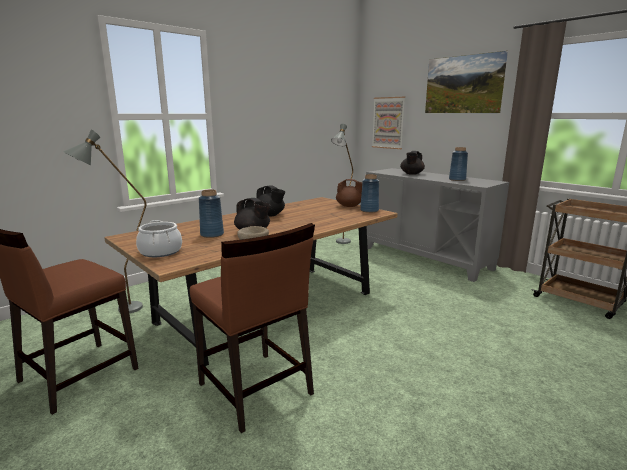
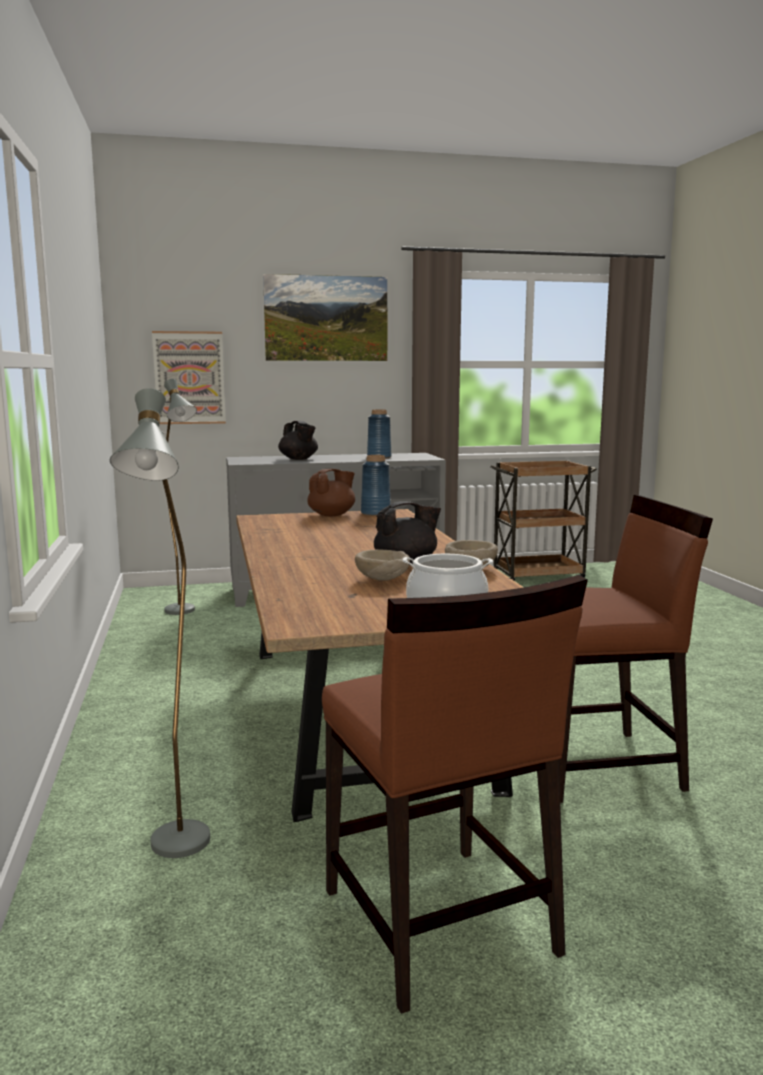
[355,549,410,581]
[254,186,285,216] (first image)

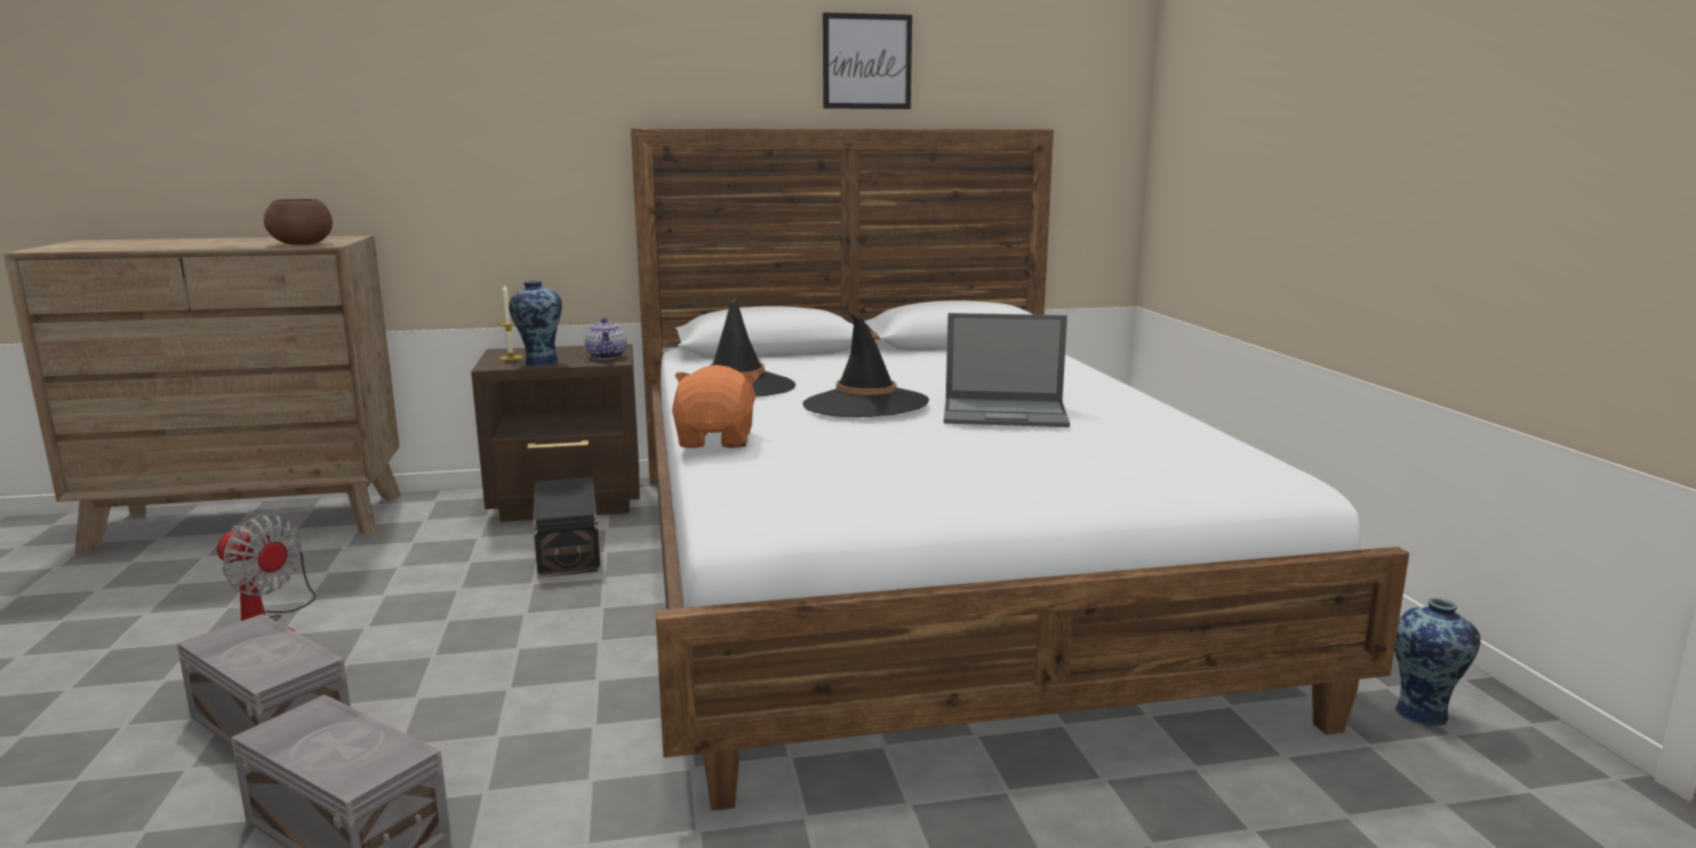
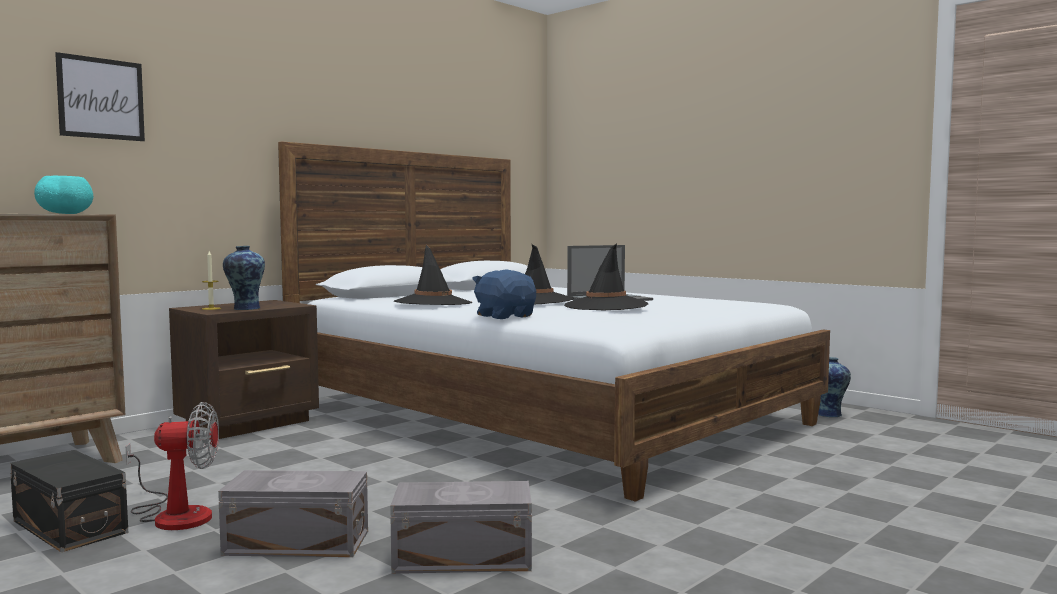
[34,176,93,214]
[10,450,128,552]
[585,317,627,359] (first image)
[472,269,536,319]
[55,52,145,141]
[564,244,649,310]

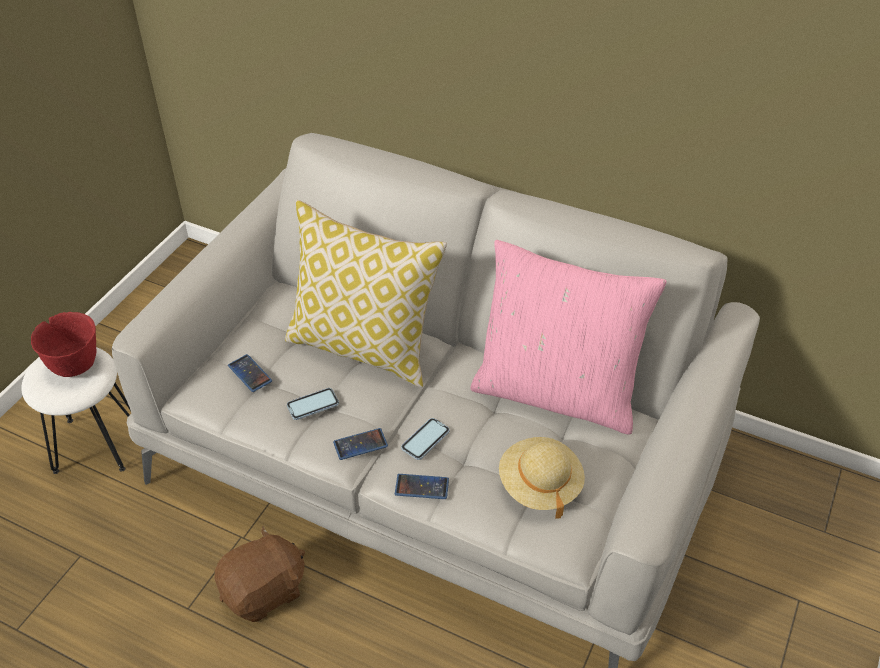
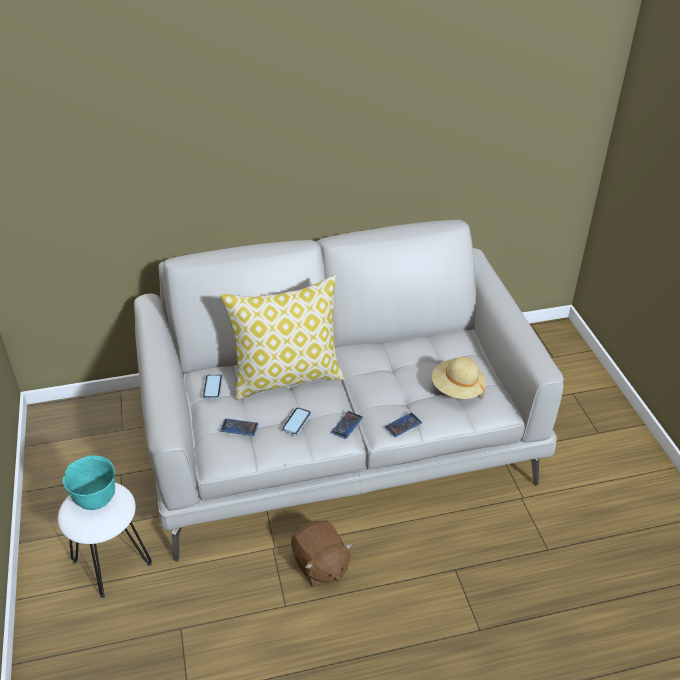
[63,455,115,510]
[291,520,353,586]
[203,374,222,399]
[470,240,667,434] (first image)

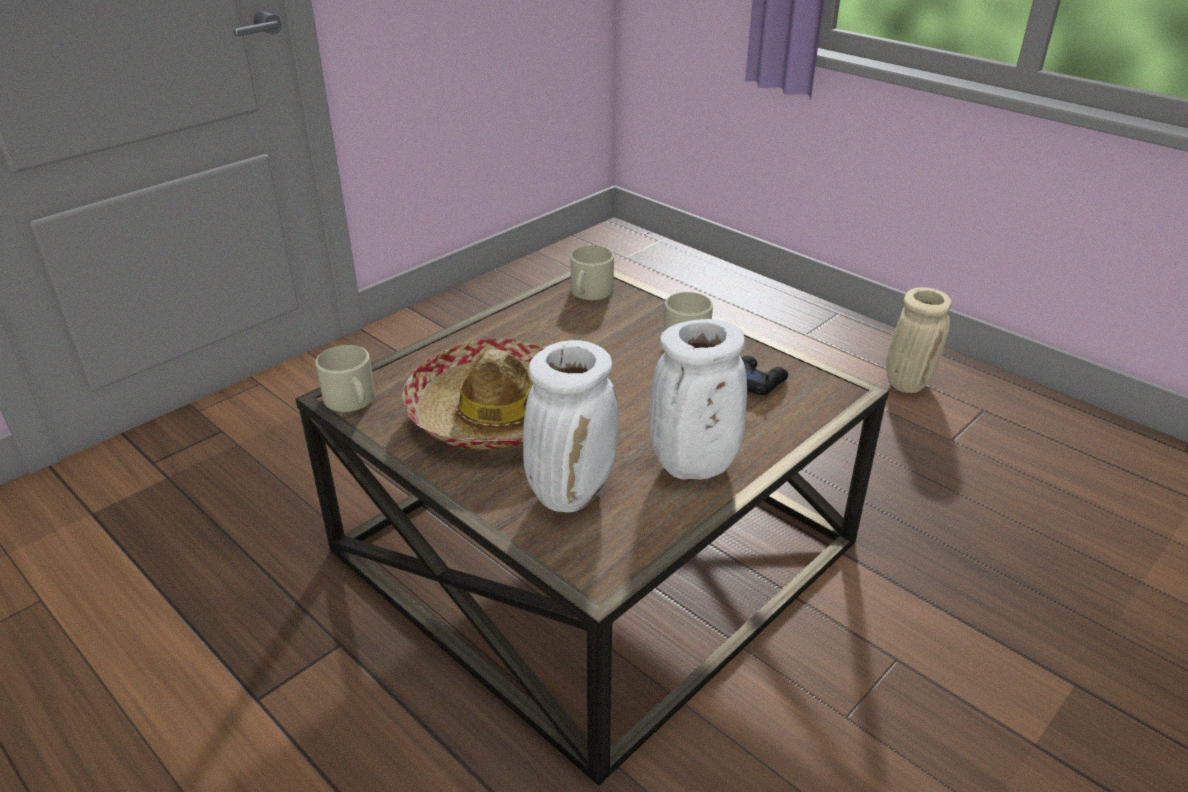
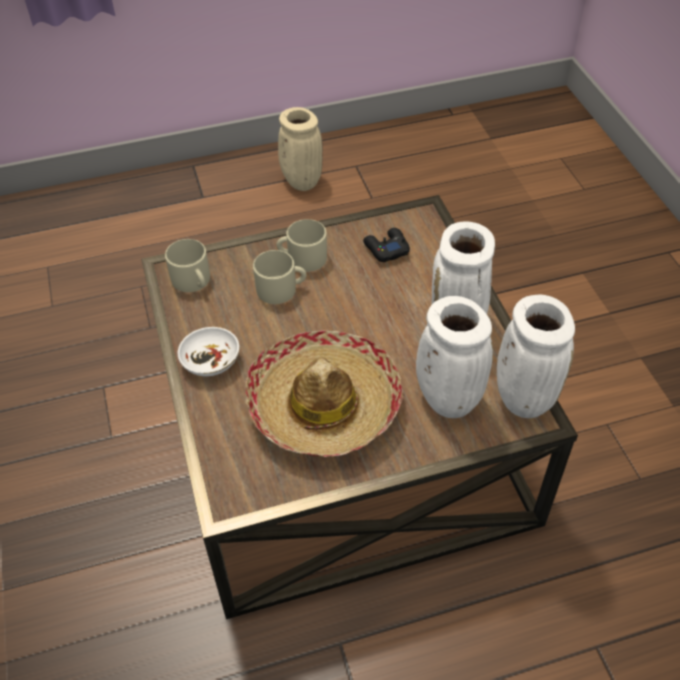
[253,250,307,304]
[177,327,240,376]
[497,294,575,418]

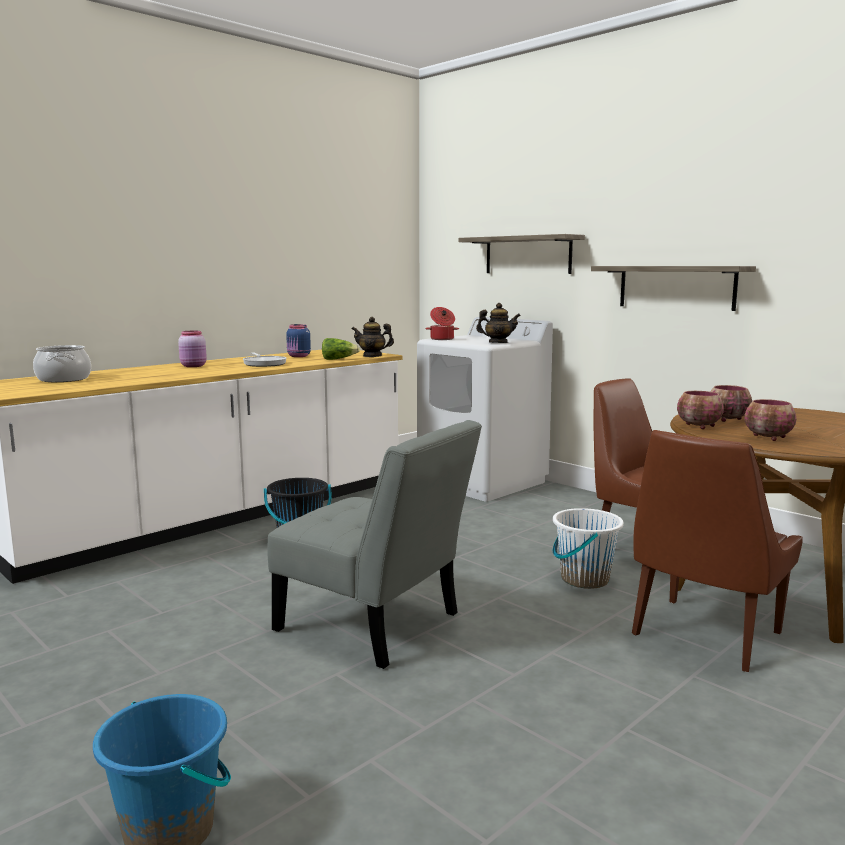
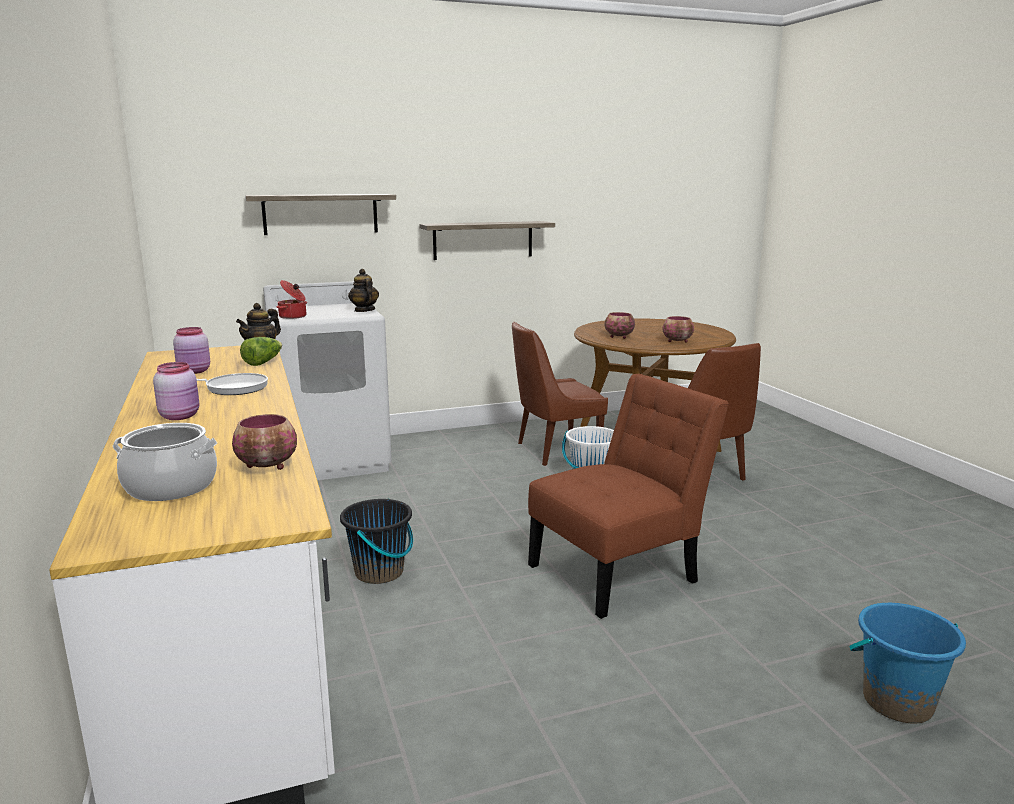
[528,374,729,619]
[173,327,210,374]
[348,269,379,312]
[232,414,297,470]

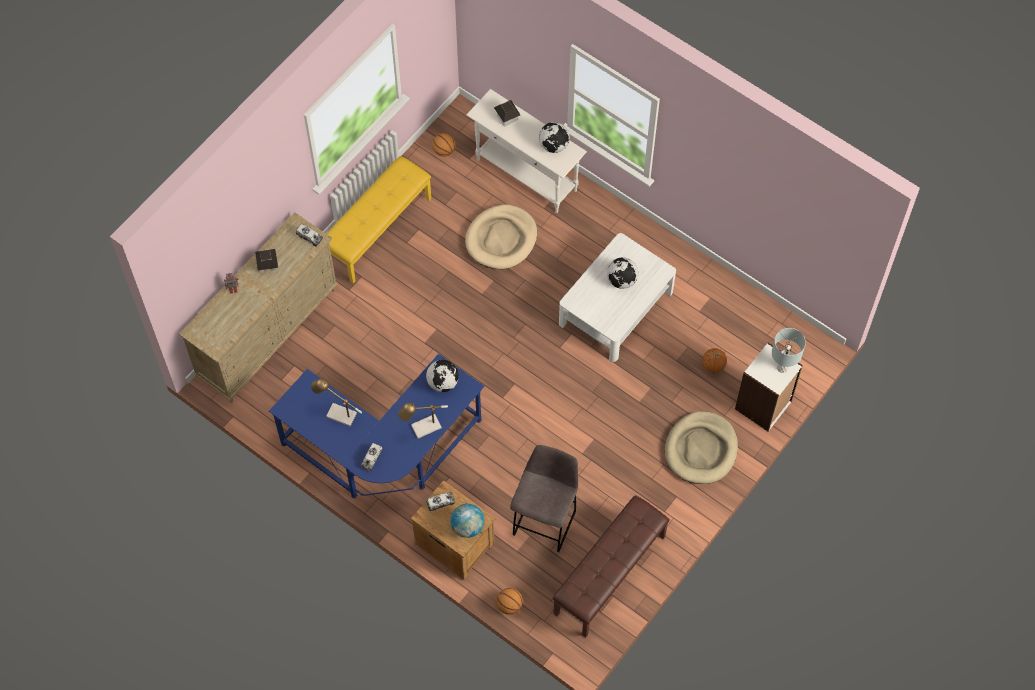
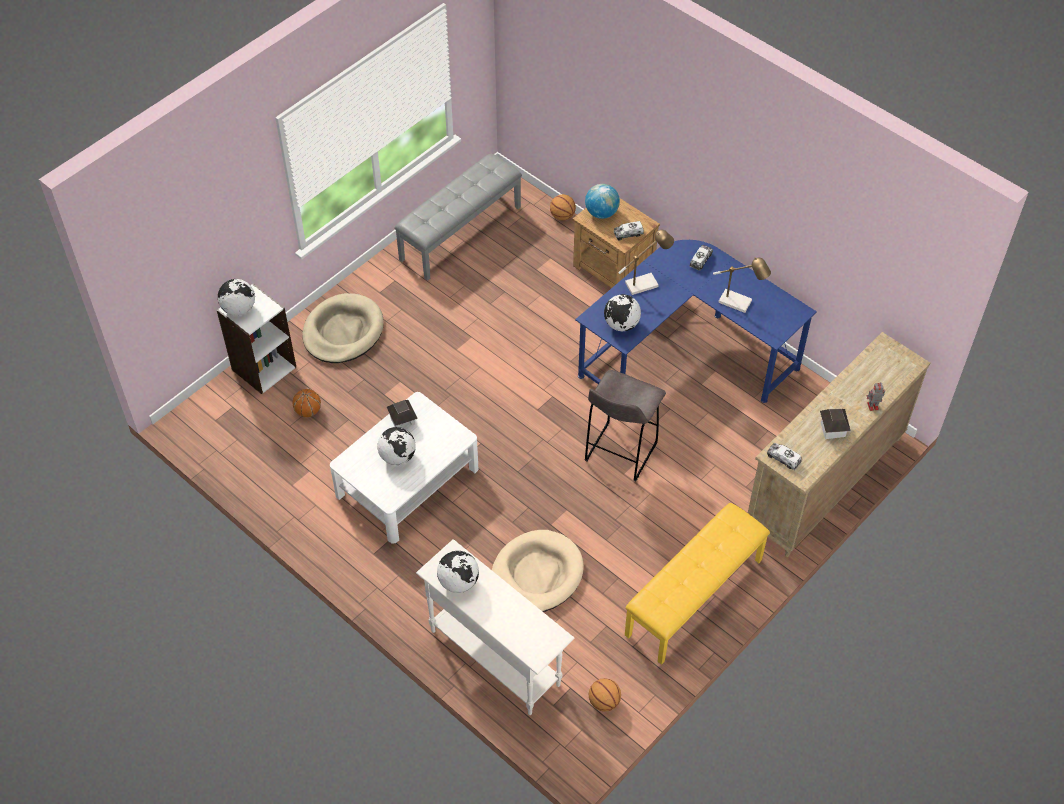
[387,400,418,428]
[585,370,666,482]
[394,154,522,281]
[218,279,255,316]

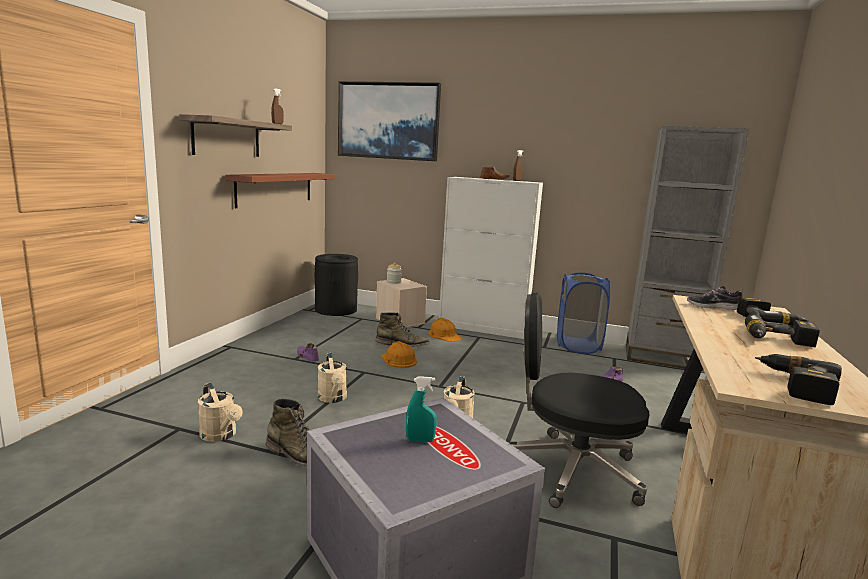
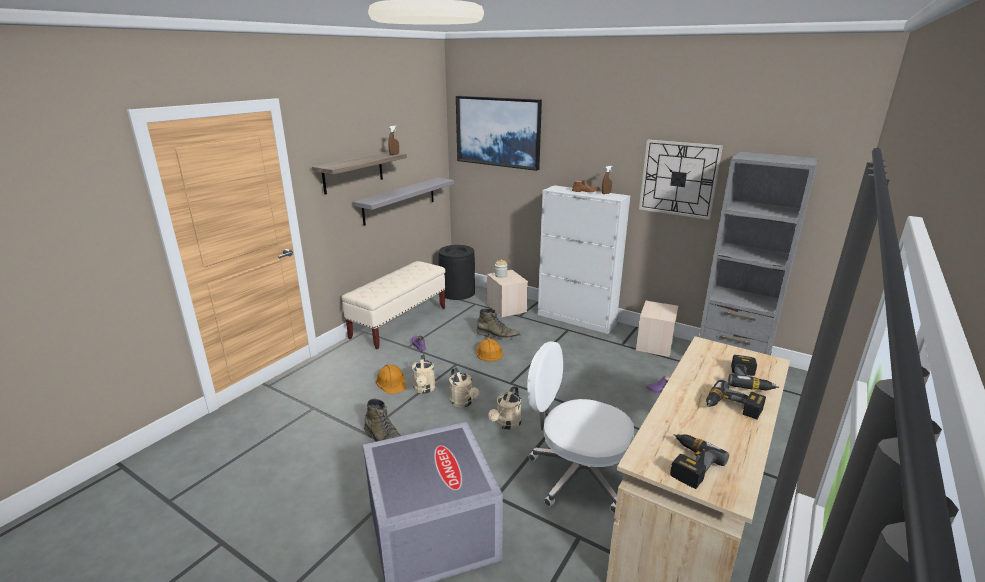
[449,367,479,407]
[354,178,454,226]
[406,376,437,442] (first image)
[375,364,406,394]
[527,341,634,513]
[636,301,678,357]
[687,286,743,310] (first image)
[341,261,445,349]
[639,140,723,220]

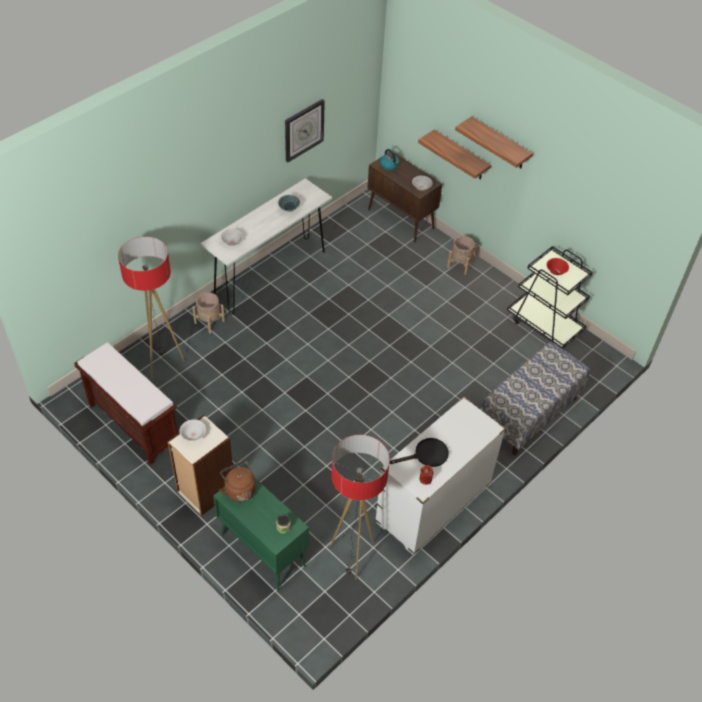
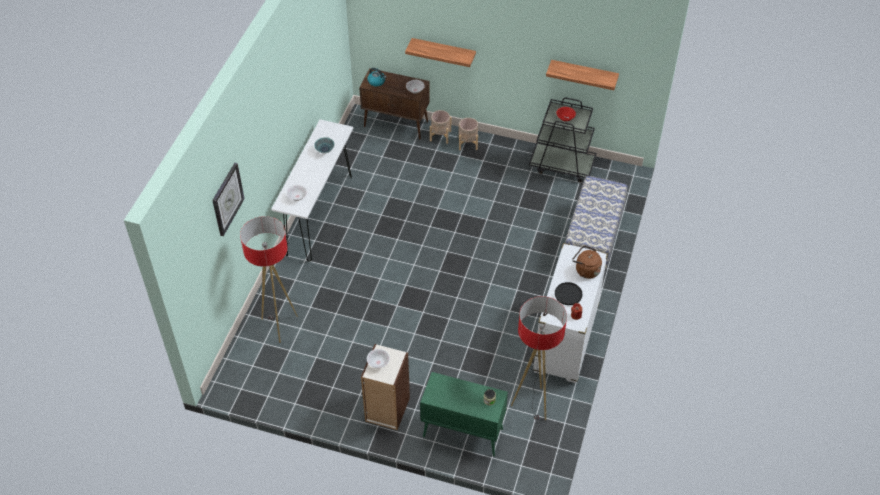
[74,342,178,465] (first image)
[430,110,451,144]
[572,245,602,279]
[212,163,245,236]
[546,60,619,90]

